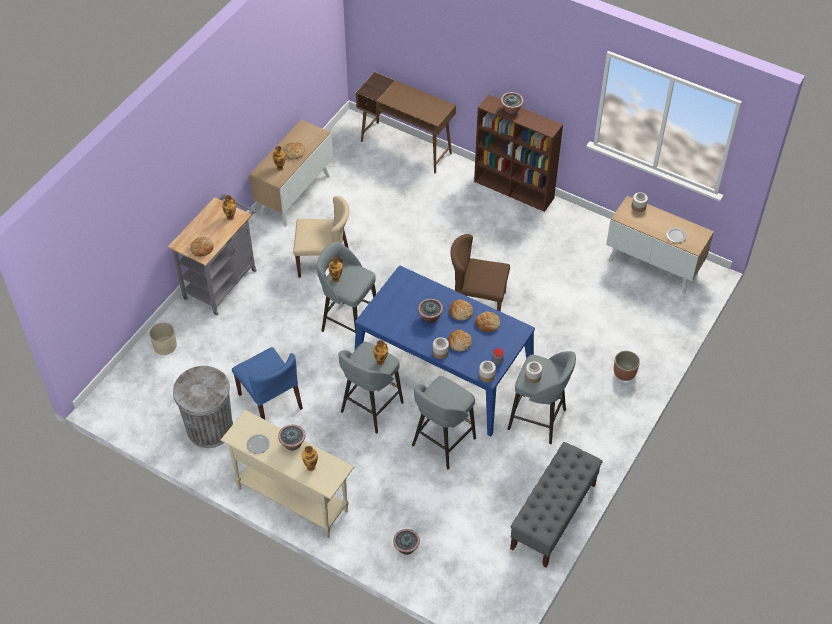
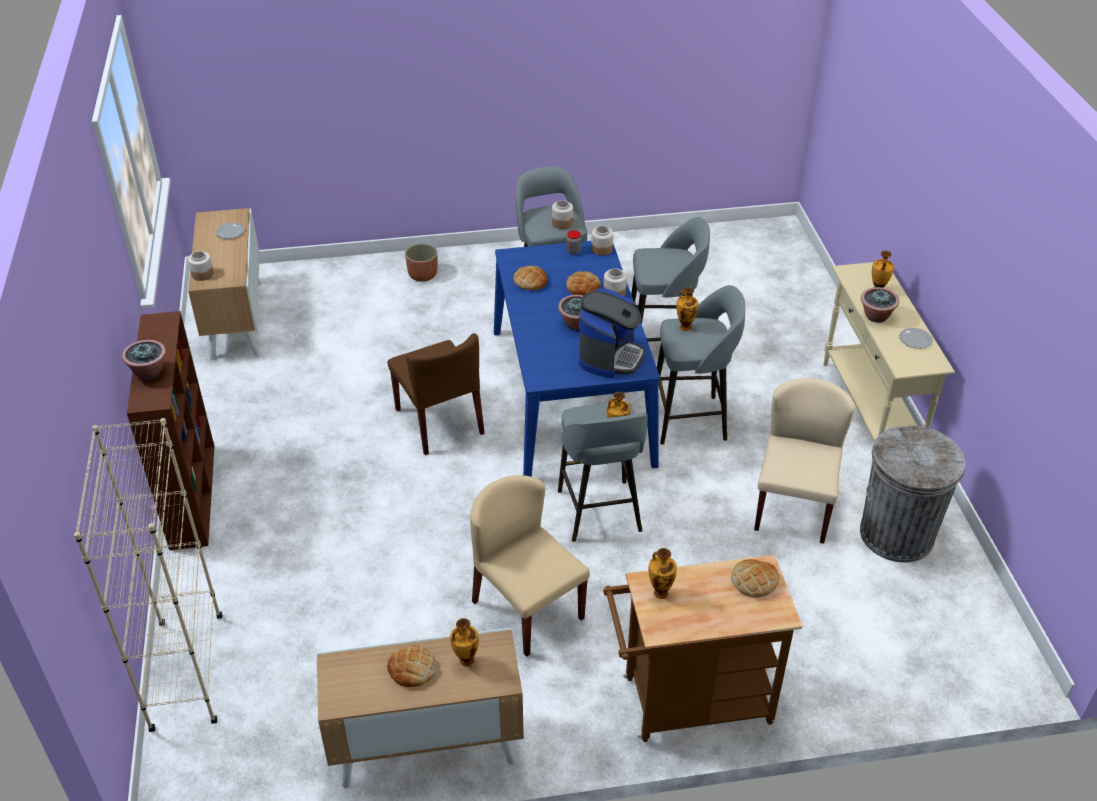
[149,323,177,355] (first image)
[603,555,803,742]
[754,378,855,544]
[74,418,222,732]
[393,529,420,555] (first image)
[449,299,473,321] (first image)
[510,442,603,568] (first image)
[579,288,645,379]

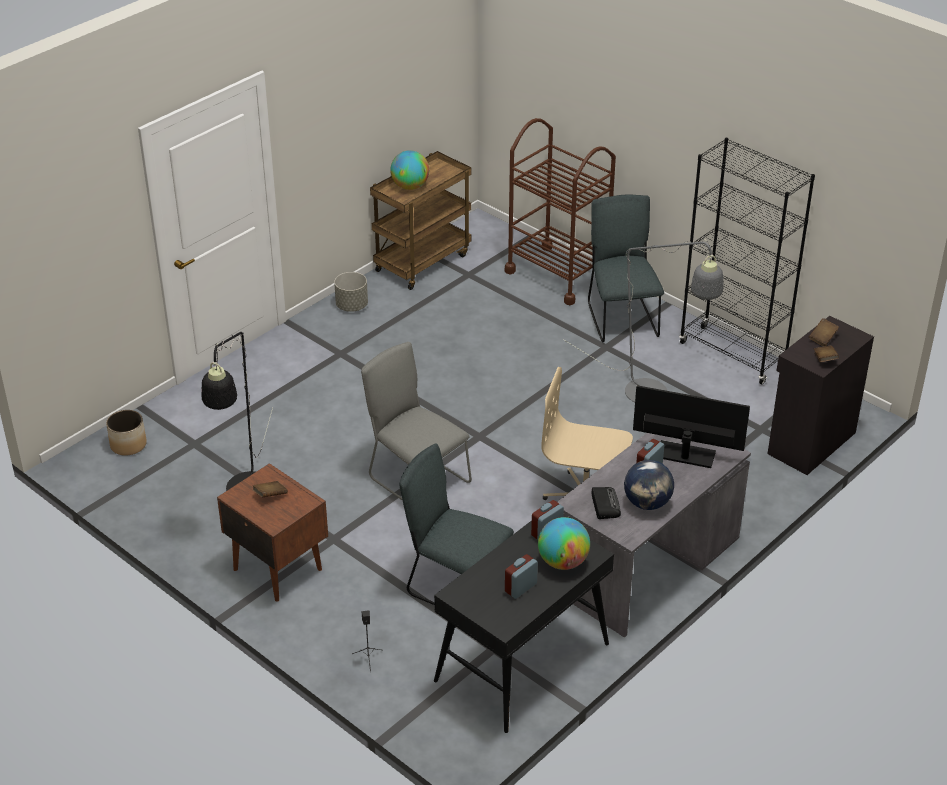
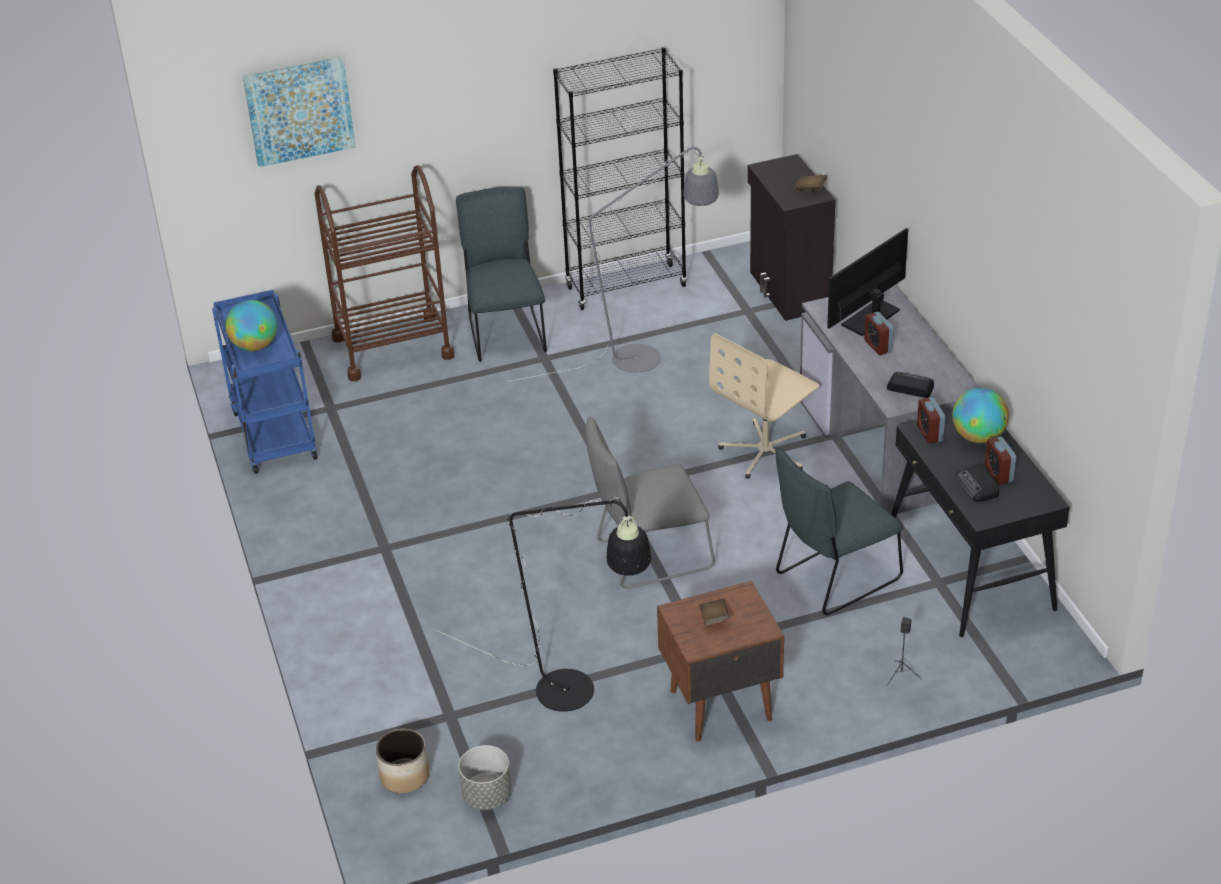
[458,745,512,810]
[212,290,318,474]
[456,187,547,362]
[624,460,674,510] (first image)
[809,318,839,347] (first image)
[243,56,356,167]
[955,464,999,502]

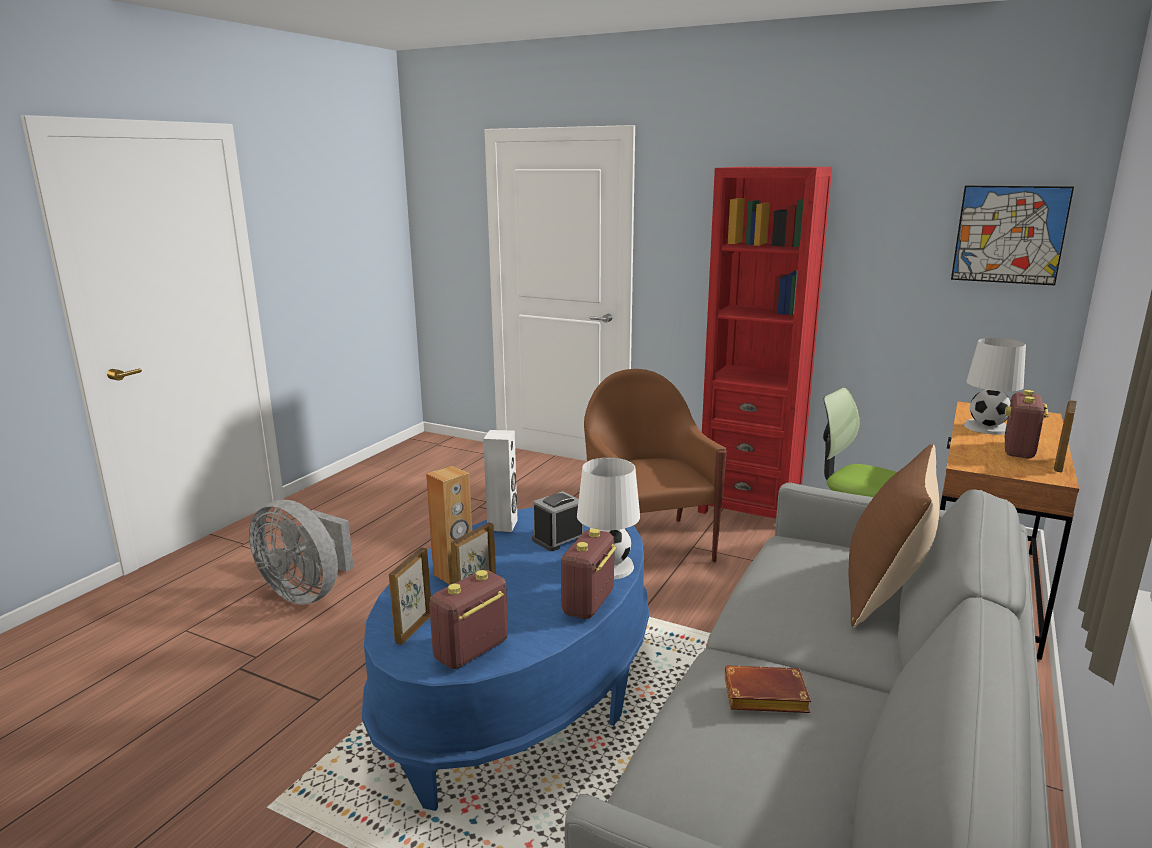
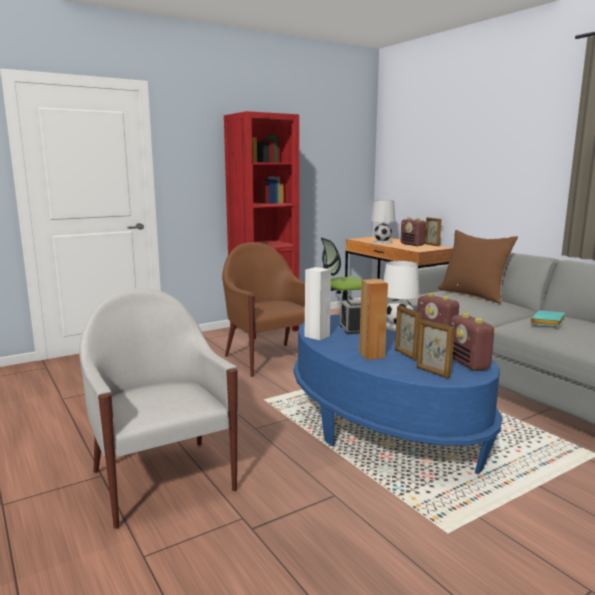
[79,288,238,529]
[222,242,305,377]
[531,311,565,327]
[951,186,1074,286] (first image)

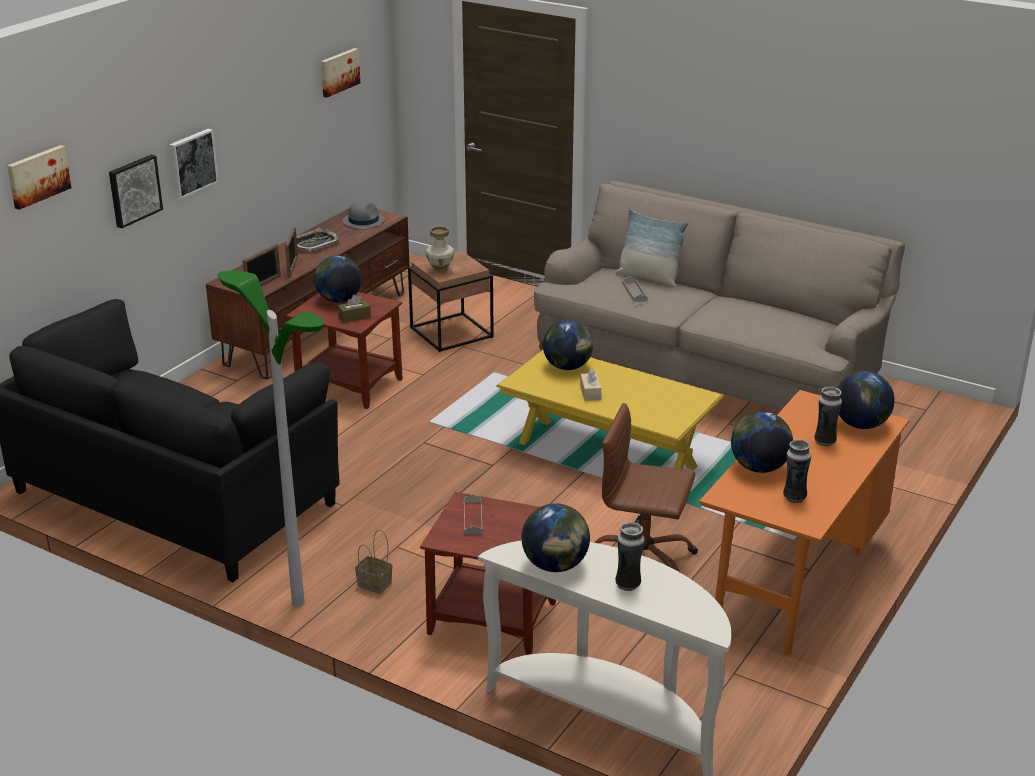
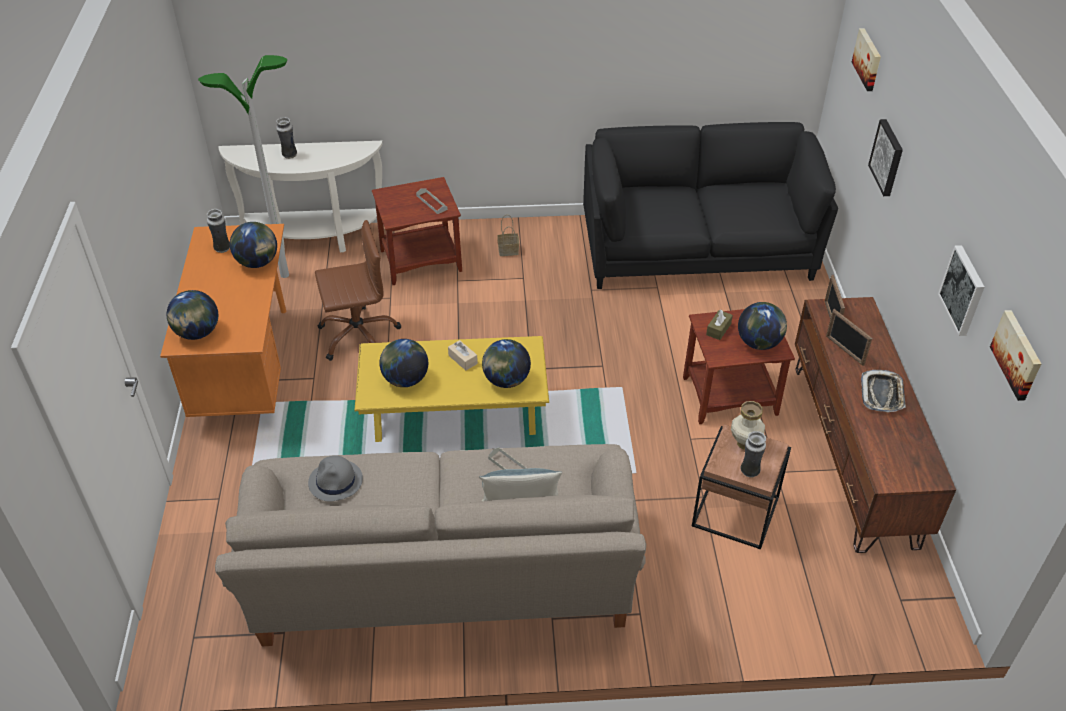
[938,245,984,336]
[198,55,289,278]
[308,455,363,502]
[379,339,428,387]
[740,431,766,478]

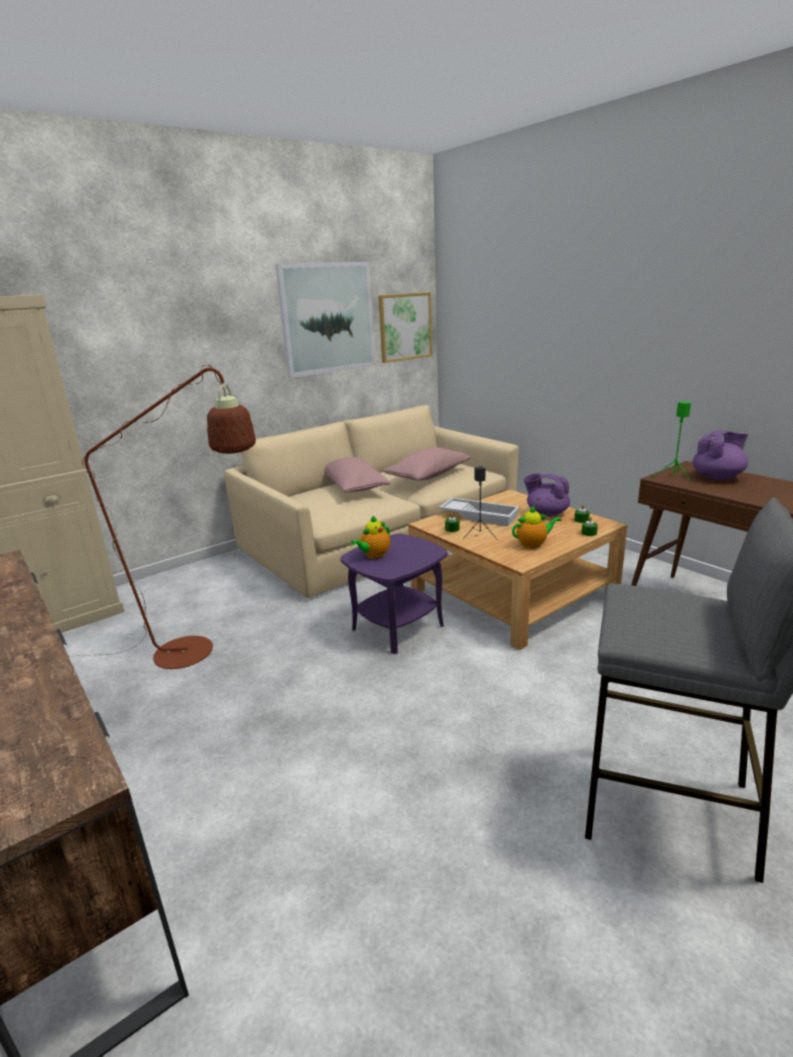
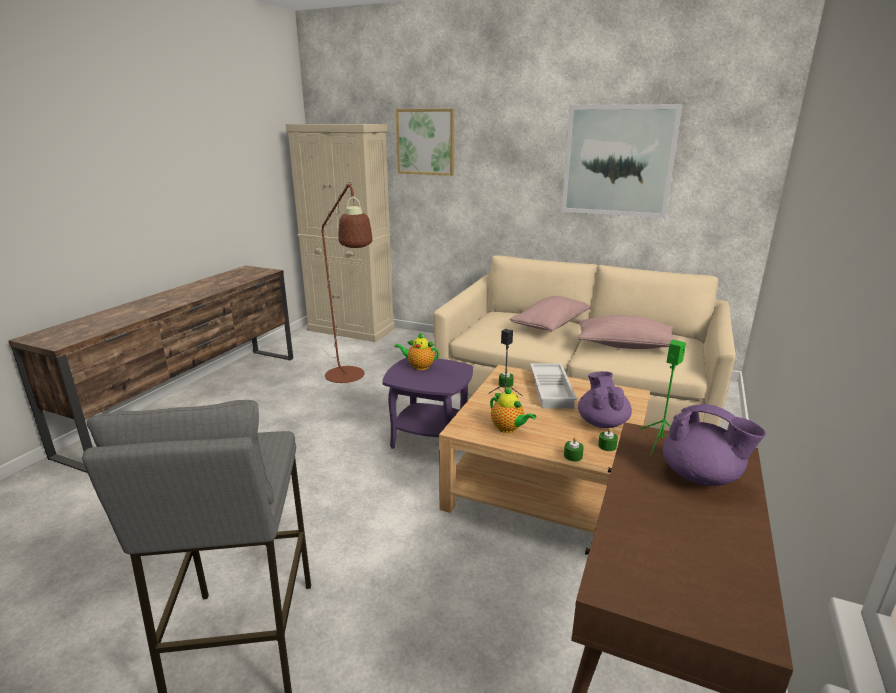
[396,109,454,176]

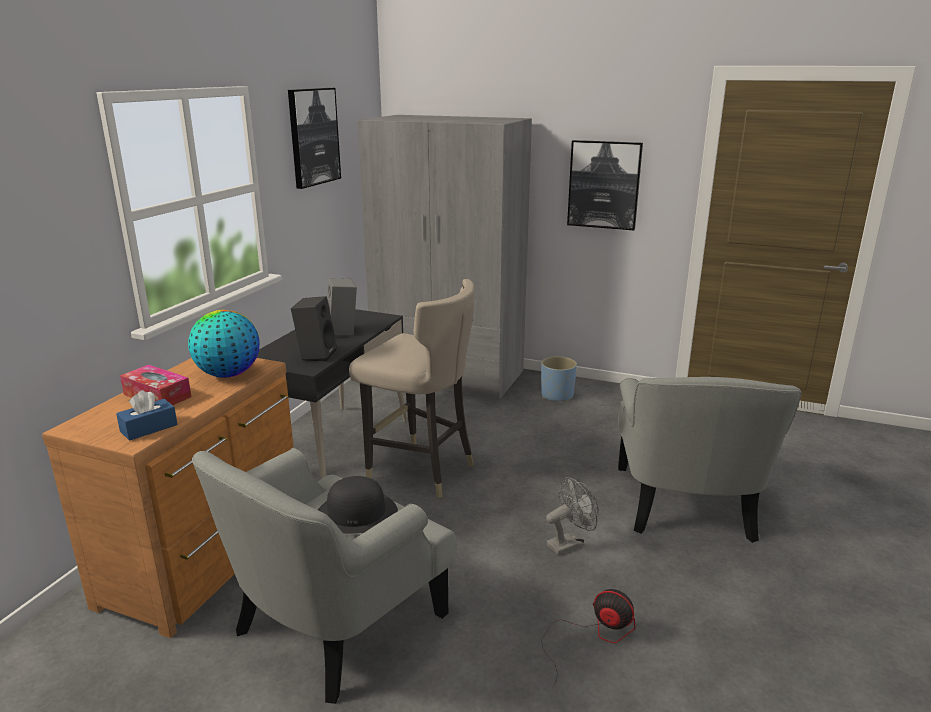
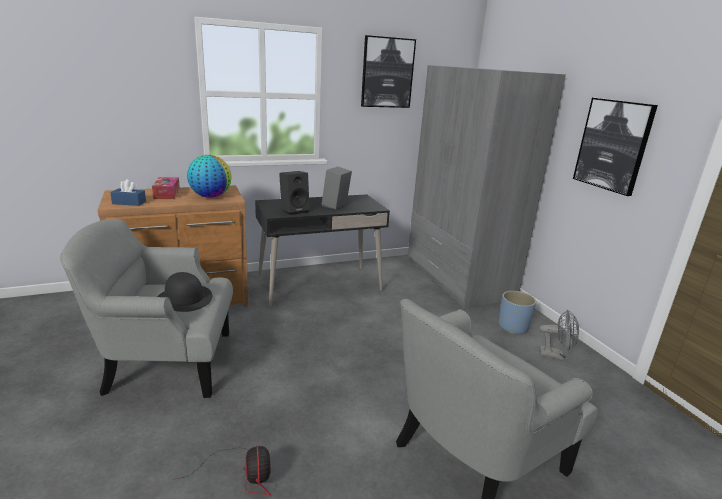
[349,279,474,498] (first image)
[539,310,579,360]

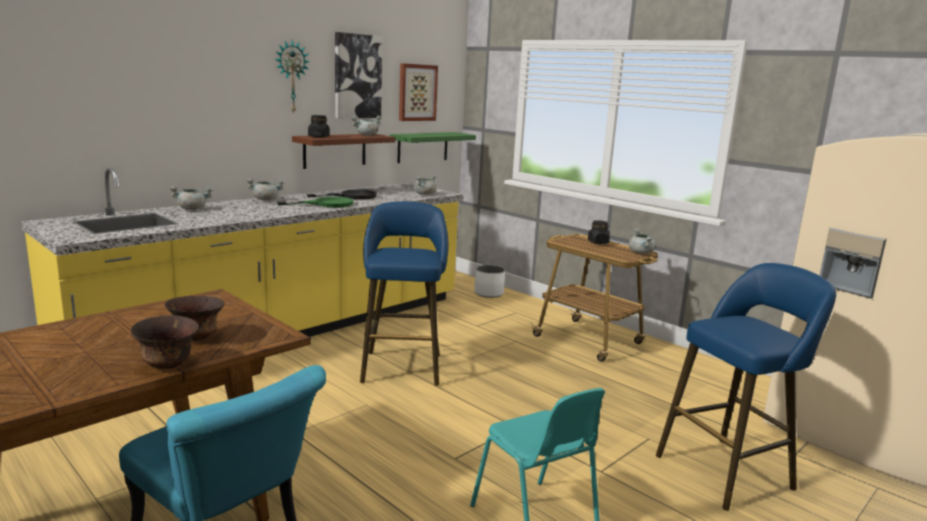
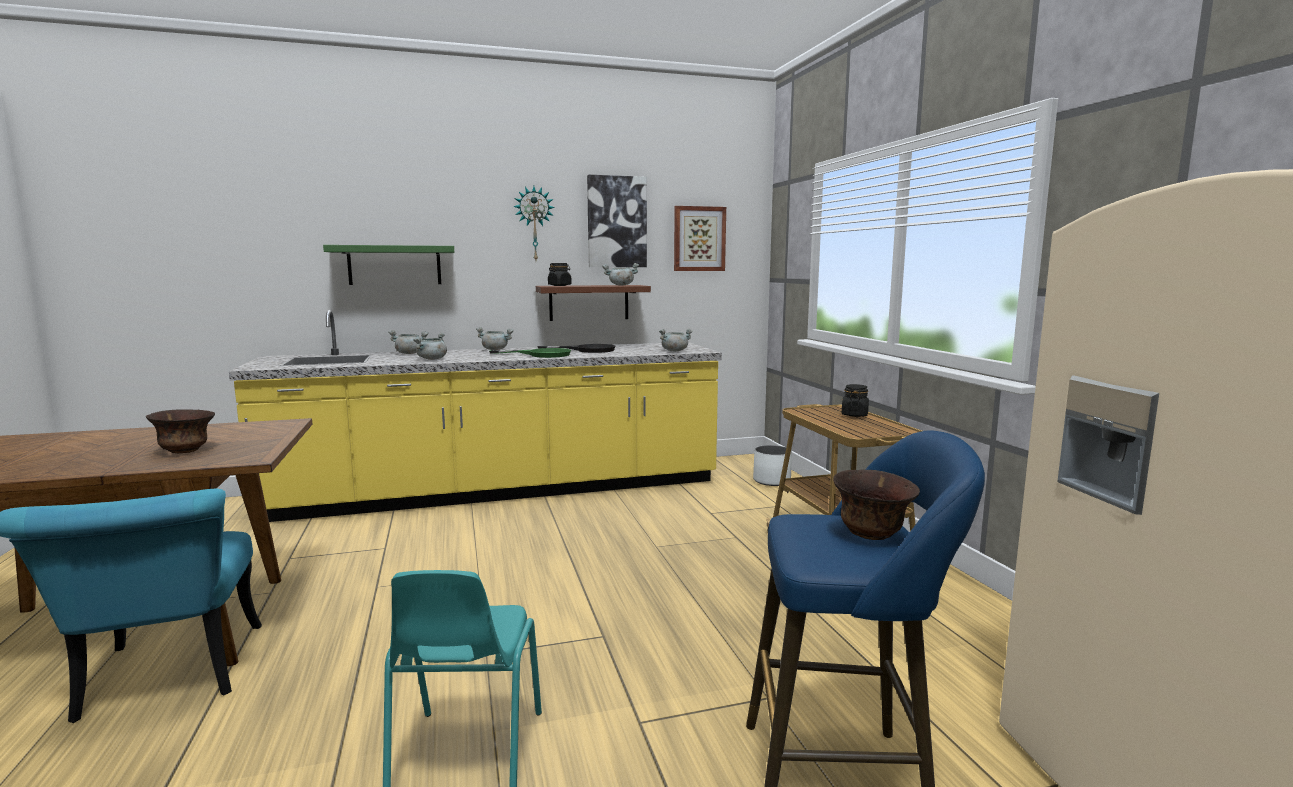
[833,470,920,540]
[360,201,448,386] (first image)
[323,245,454,285]
[414,333,447,360]

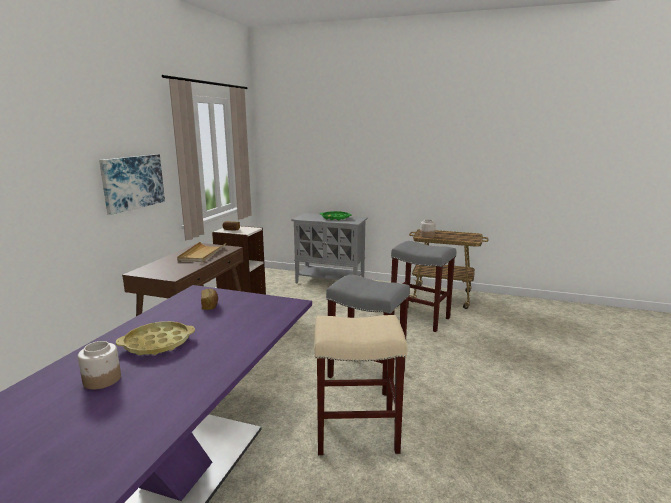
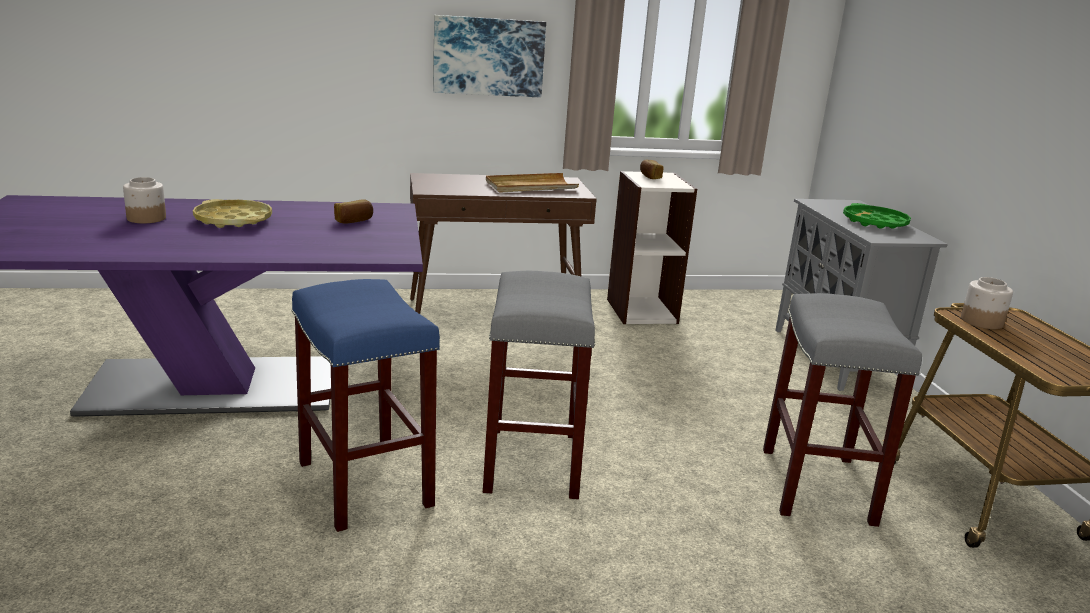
[291,279,440,532]

